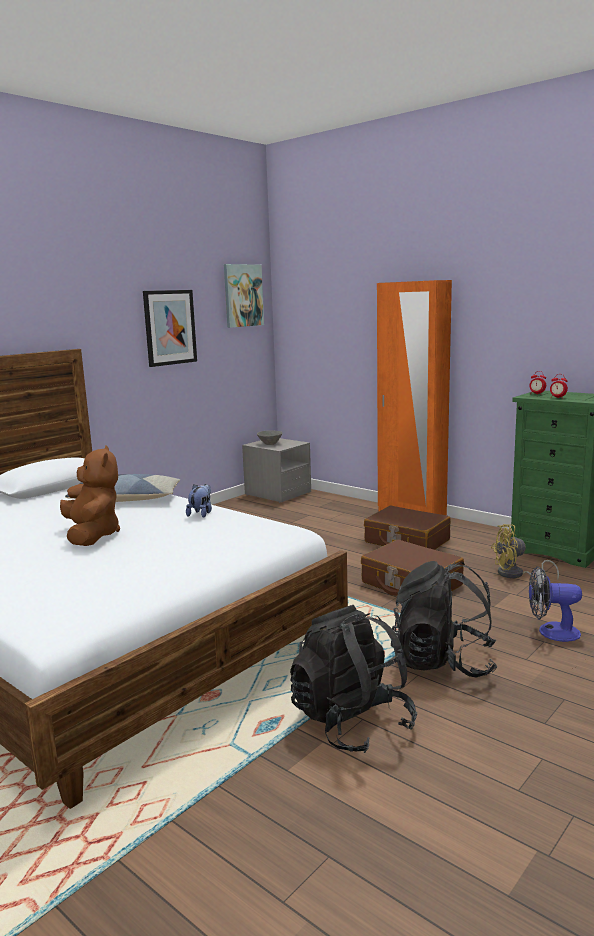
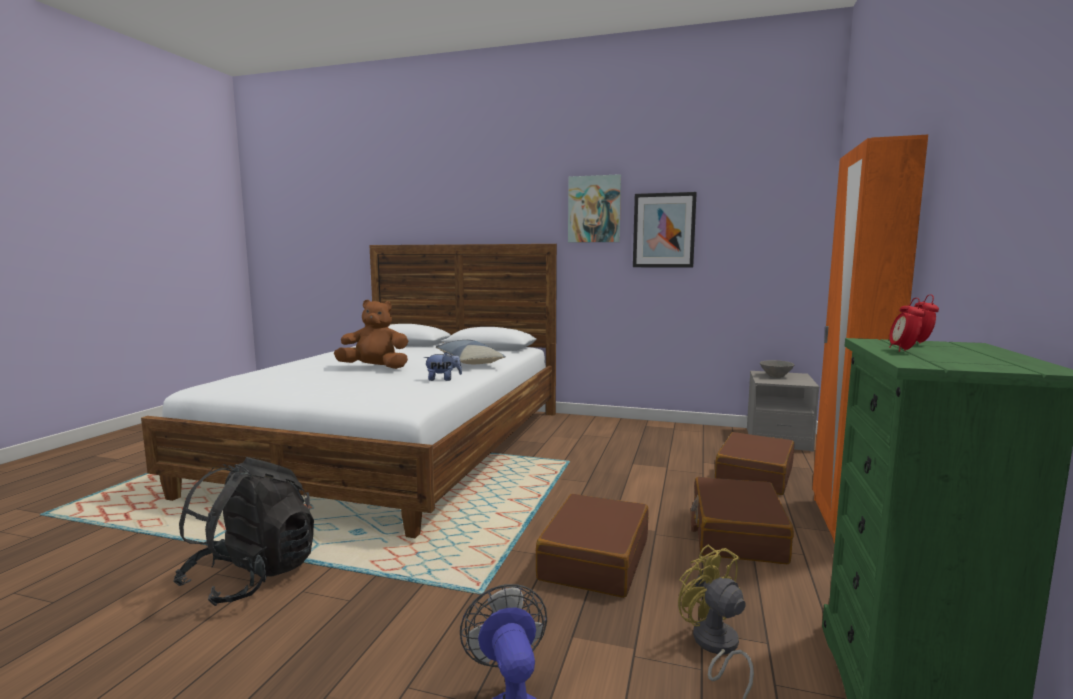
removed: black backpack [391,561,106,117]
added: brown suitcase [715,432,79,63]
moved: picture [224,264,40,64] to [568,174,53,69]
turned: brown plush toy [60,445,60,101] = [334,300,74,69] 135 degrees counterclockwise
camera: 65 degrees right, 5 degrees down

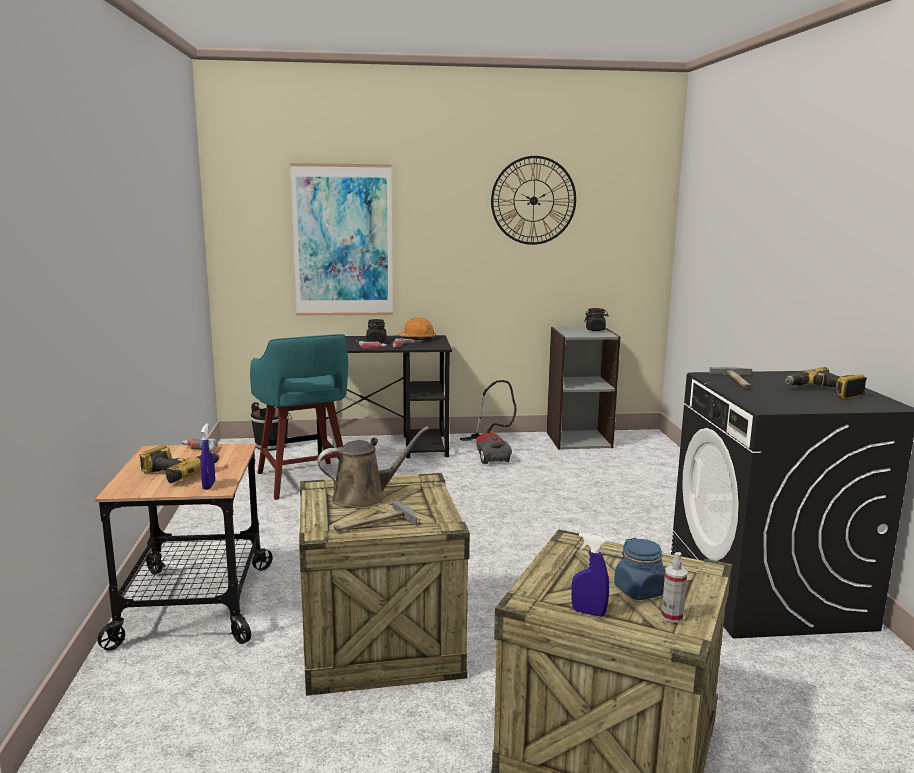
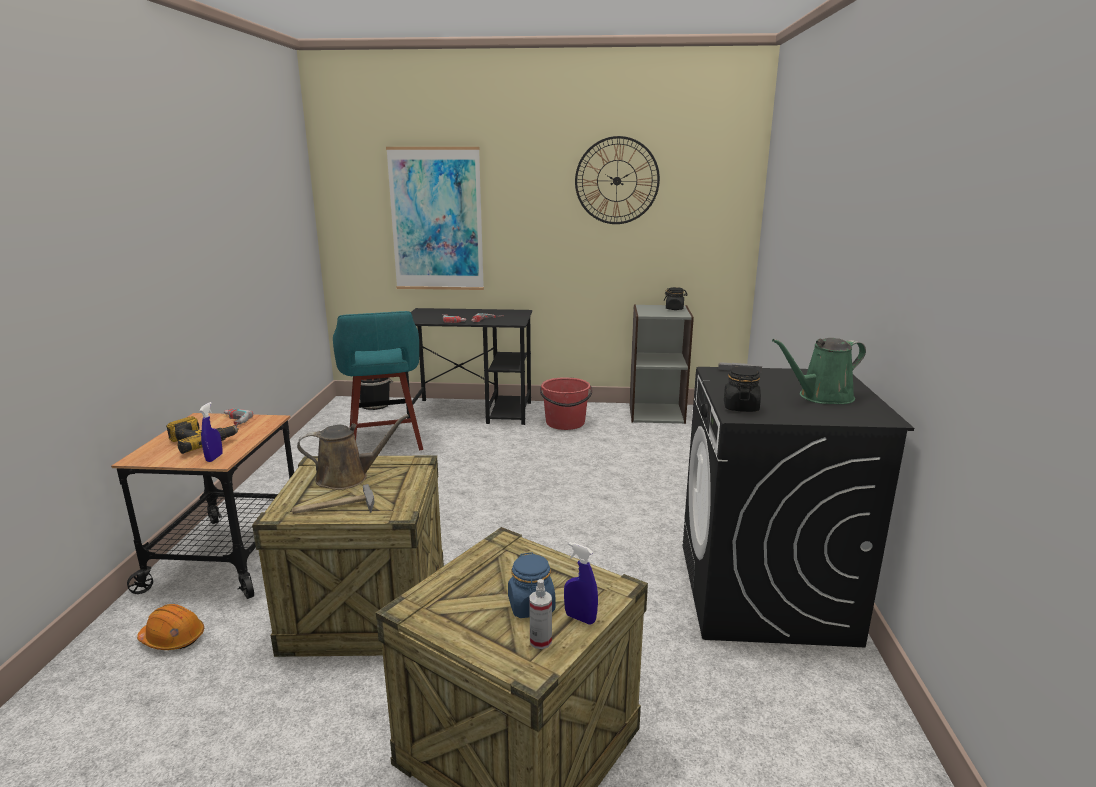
moved: orange hard hat [398,317,38,23] to [137,604,67,46]; black jar [366,319,20,24] to [724,367,37,45]; blue spray bottle [571,533,38,84] to [564,542,34,82]
replaced: power drill [785,367,82,33] to green watering can [772,338,94,66]; vacuum cleaner [460,380,56,84] to red bucket [540,377,52,53]
camera: 10 degrees right, 5 degrees up

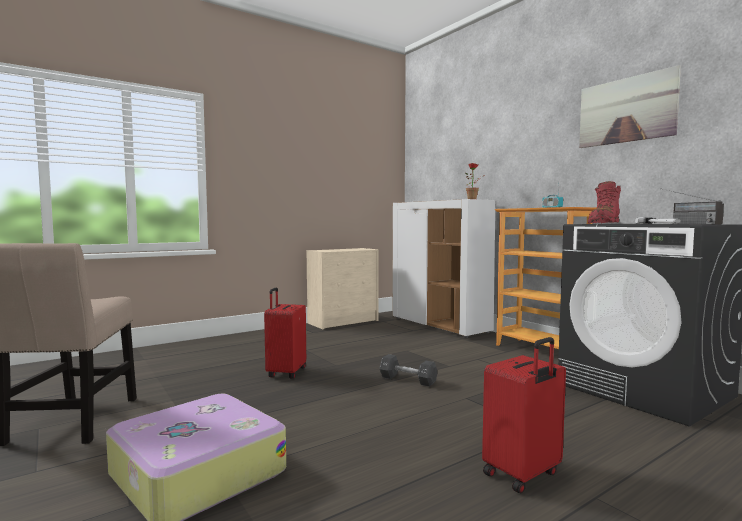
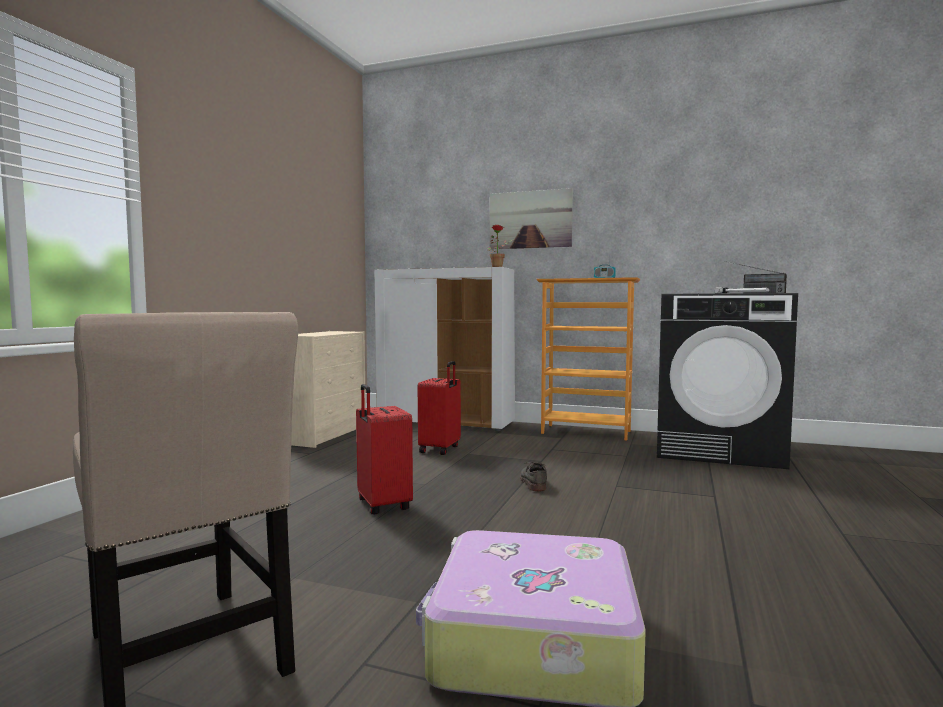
removed: red boot [588,181,33,42]
moved: picture [579,65,102,83] to [490,188,83,61]; red suitcase [482,337,84,156] to [418,361,43,94]
replaced: black dumbbell [379,354,59,33] to grey shoe [520,462,27,29]
camera: 35 degrees left, 0 degrees up

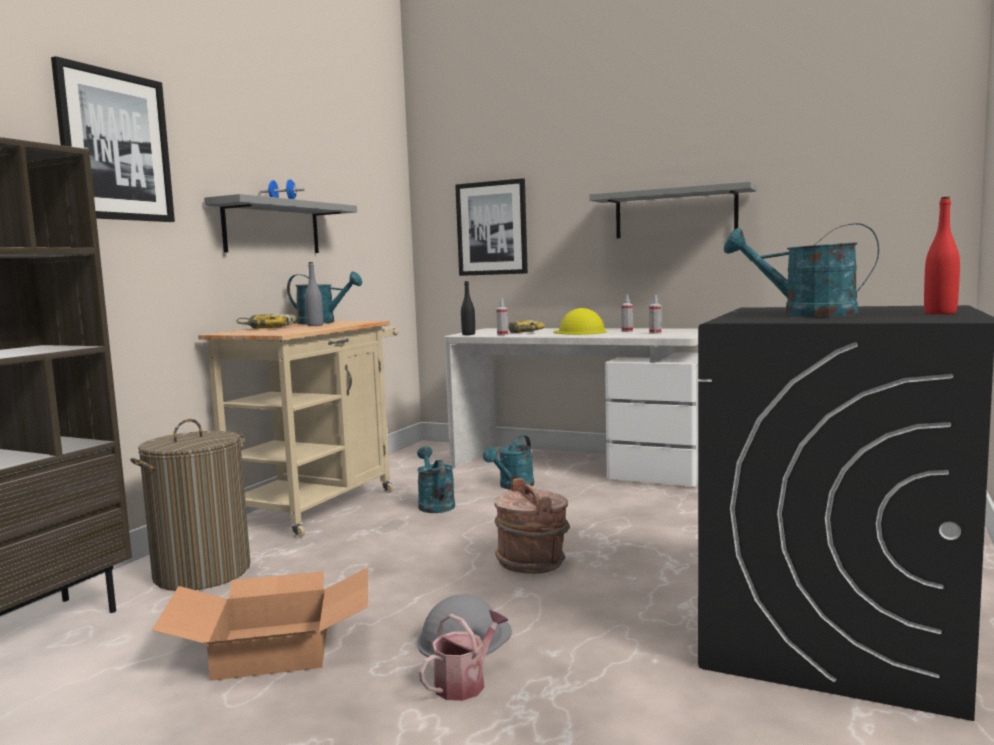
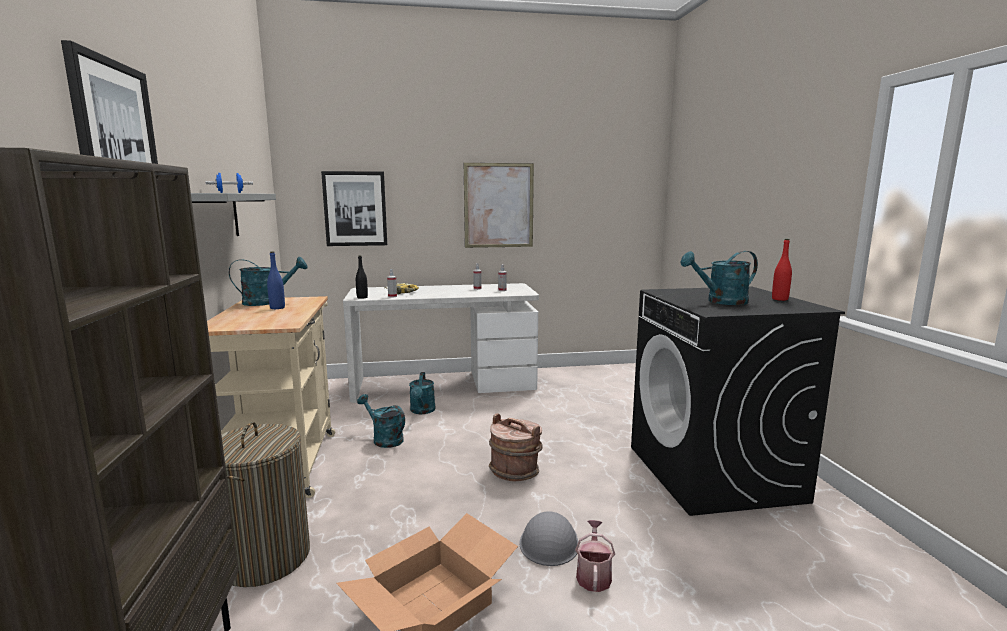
removed: yellow hard hat [553,308,54,27]; power drill [237,313,62,16]
replaced: grey shelf [589,181,167,57] to picture [464,163,70,85]
recoloured: grey bottle [305,262,18,64] to blue bottle [267,251,18,58]
camera: 35 degrees left, 5 degrees up

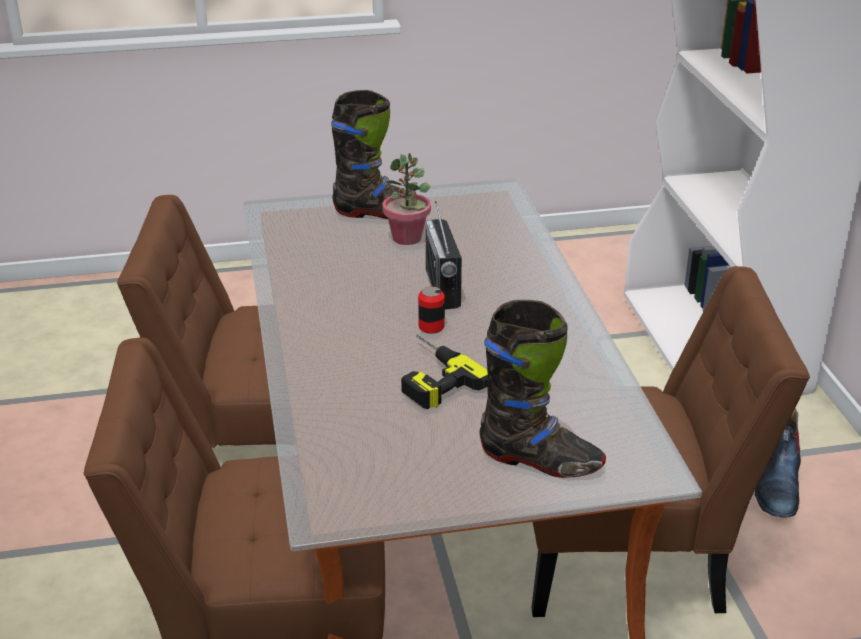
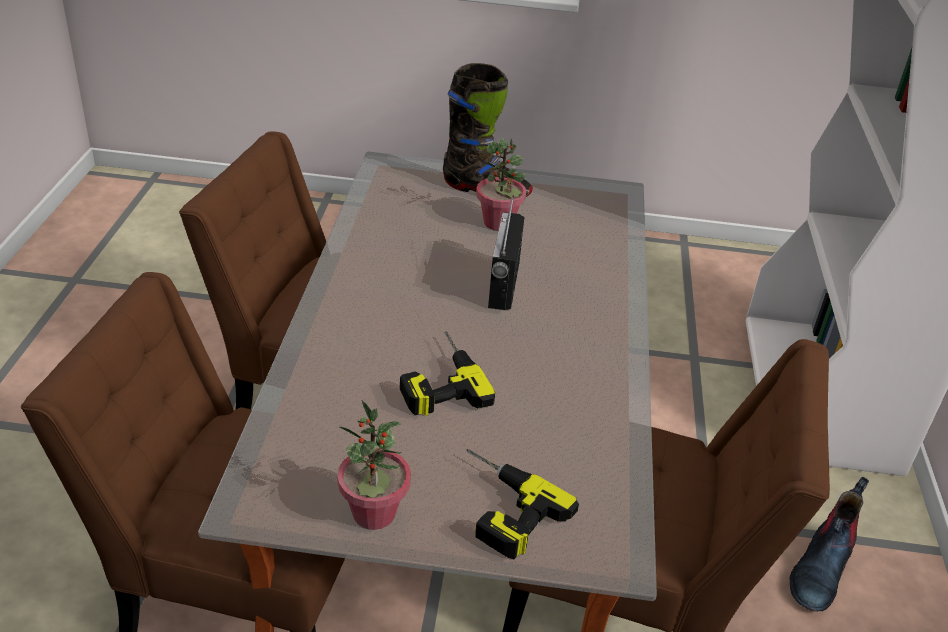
removed: can [418,287,27,46]
added: potted plant [337,400,74,130]
replaced: black boot [479,300,127,178] to power drill [466,449,113,110]
camera: 15 degrees right, 5 degrees up

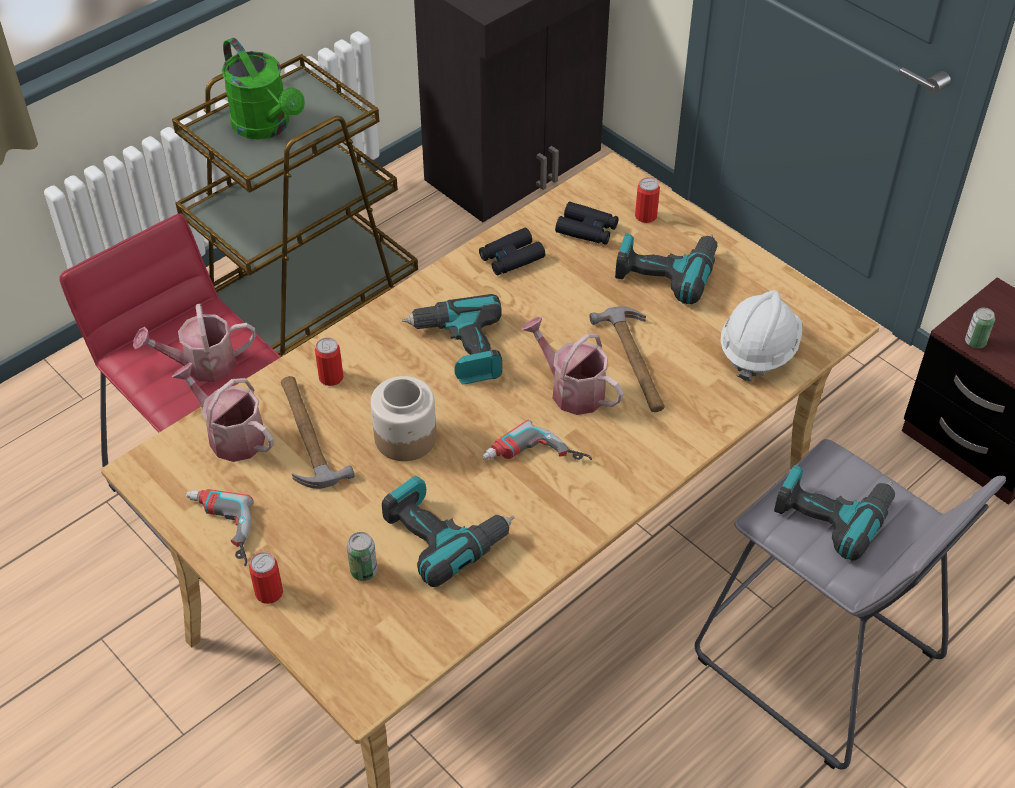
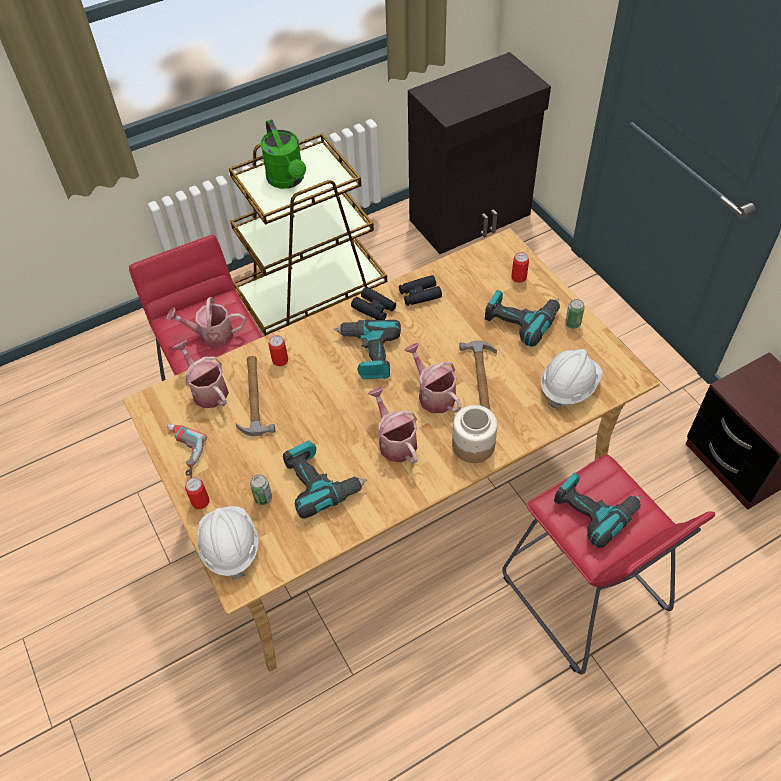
added: white hard hat [197,506,62,74]
moved: black binoculars [555,202,64,43] to [351,287,45,33]; can [965,308,30,40] to [565,299,20,30]; jar [371,376,65,85] to [452,405,46,58]
replaced: power drill [482,420,110,40] to watering can [368,387,49,77]
recoloured: grey stool [695,439,311,331] to red stool [502,454,213,221]
camera: 15 degrees right, 5 degrees up

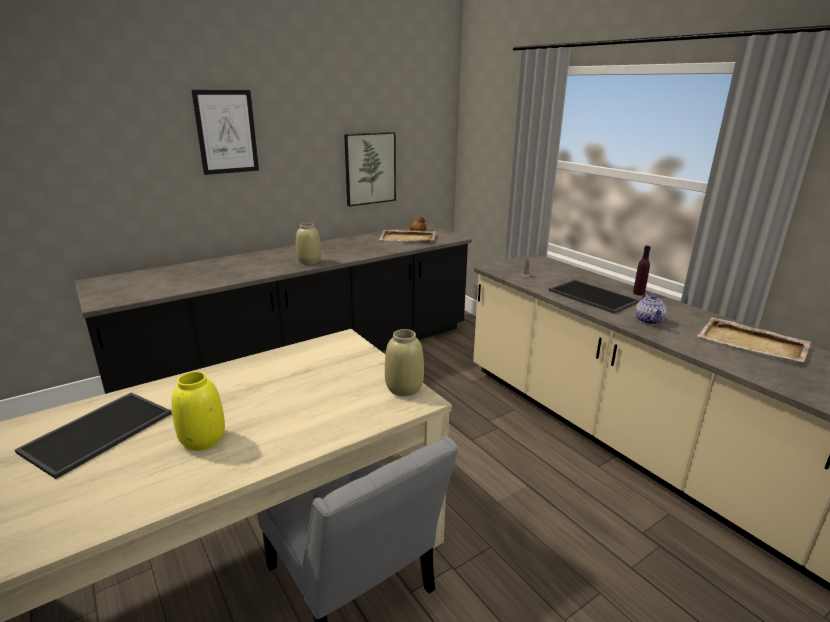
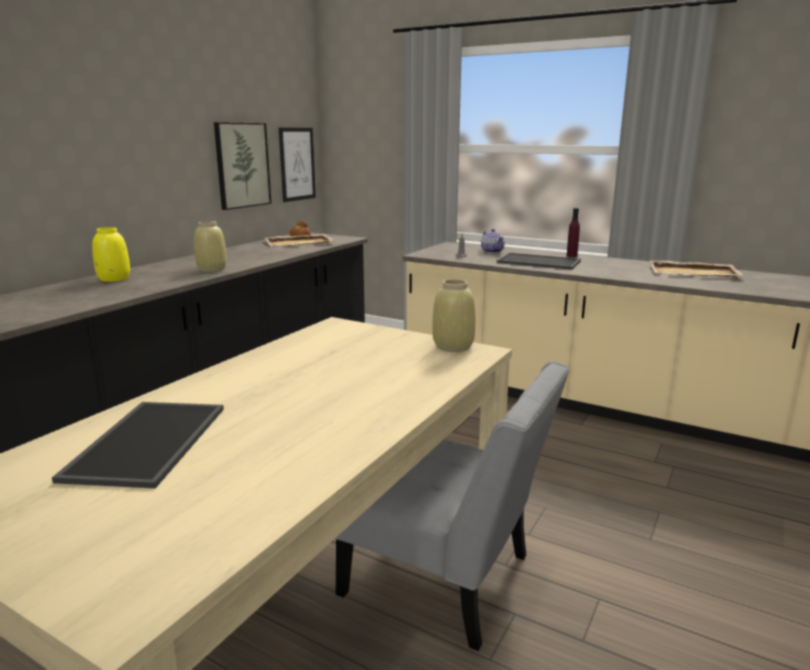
moved: picture [191,90,68,85] to [279,128,37,74]; teapot [635,294,32,31] to [481,229,24,24]; yellow vase [172,371,53,80] to [92,227,38,55]
camera: 25 degrees left, 5 degrees down

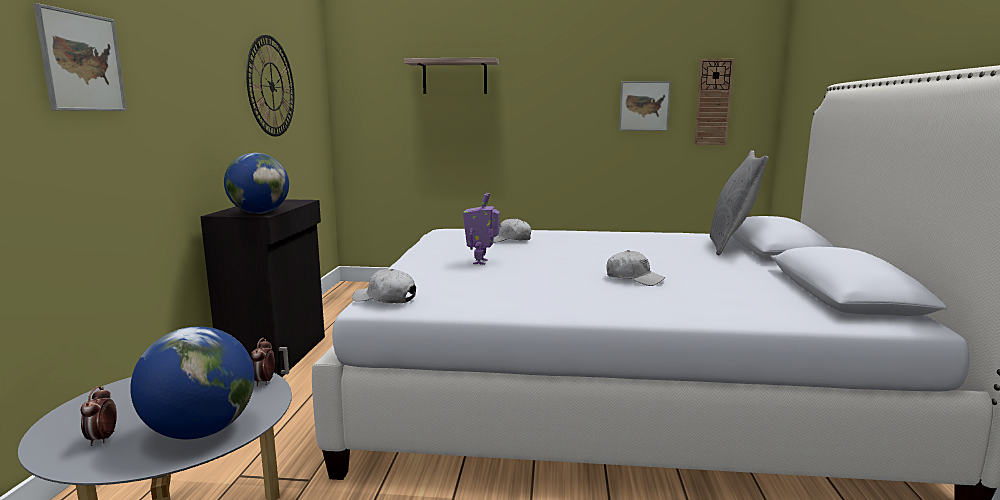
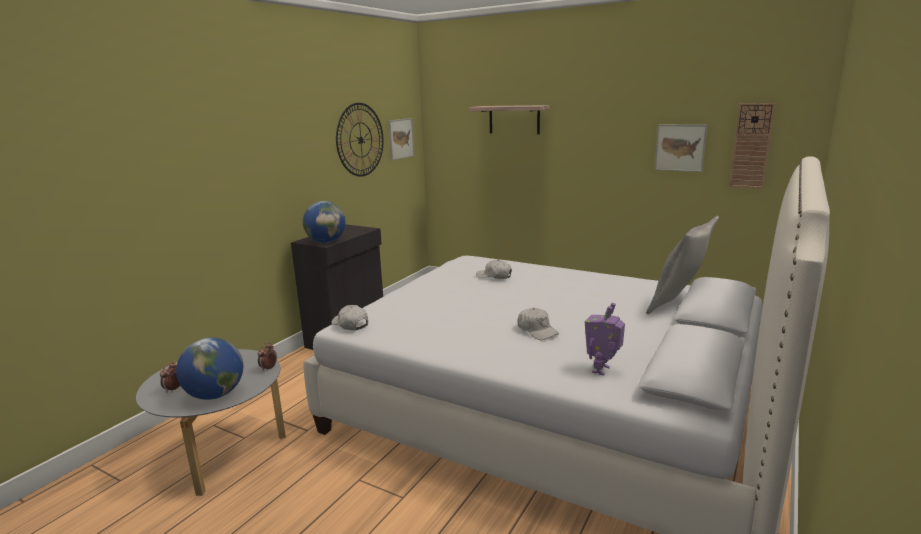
moved: picture [34,3,93,108] to [388,118,26,43]; toy robot [463,193,37,72] to [585,303,40,72]
camera: 25 degrees right, 5 degrees up

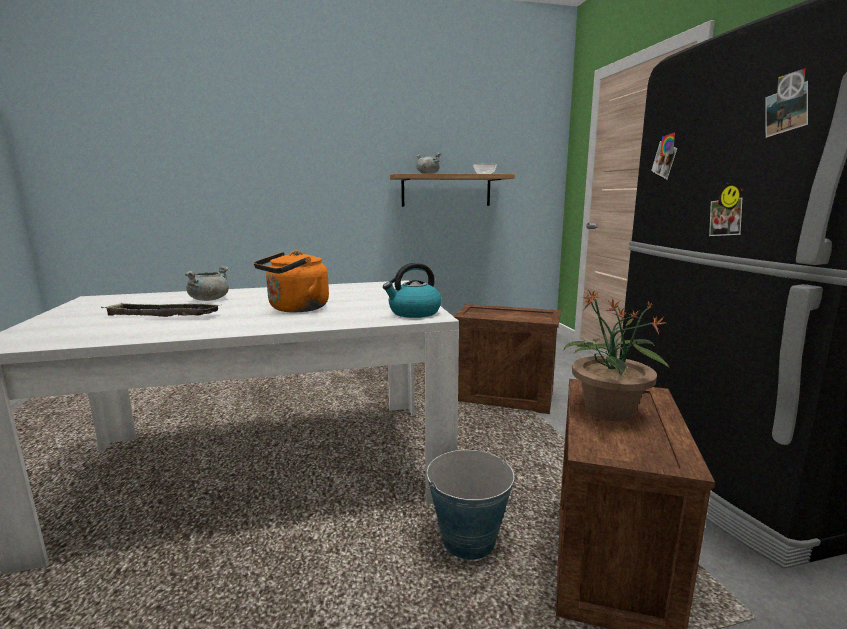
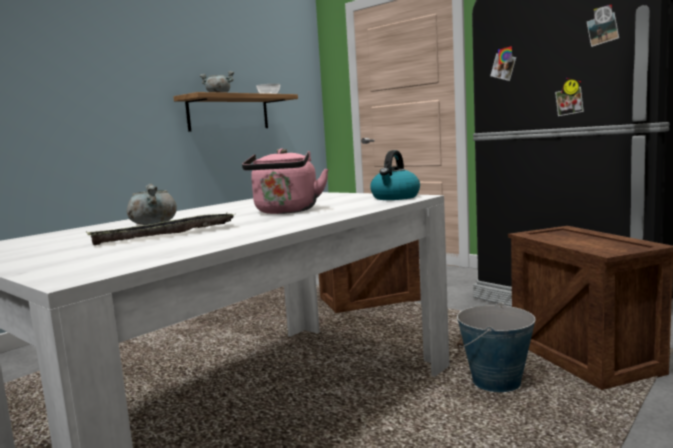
removed: potted plant [564,291,106,130]
recoloured: orange kettle [254,250,75,62] to pink kettle [242,148,87,66]
camera: 35 degrees left, 5 degrees down

